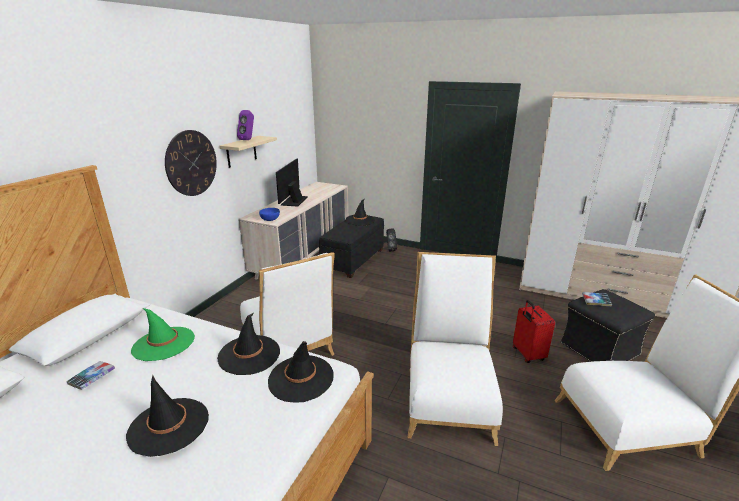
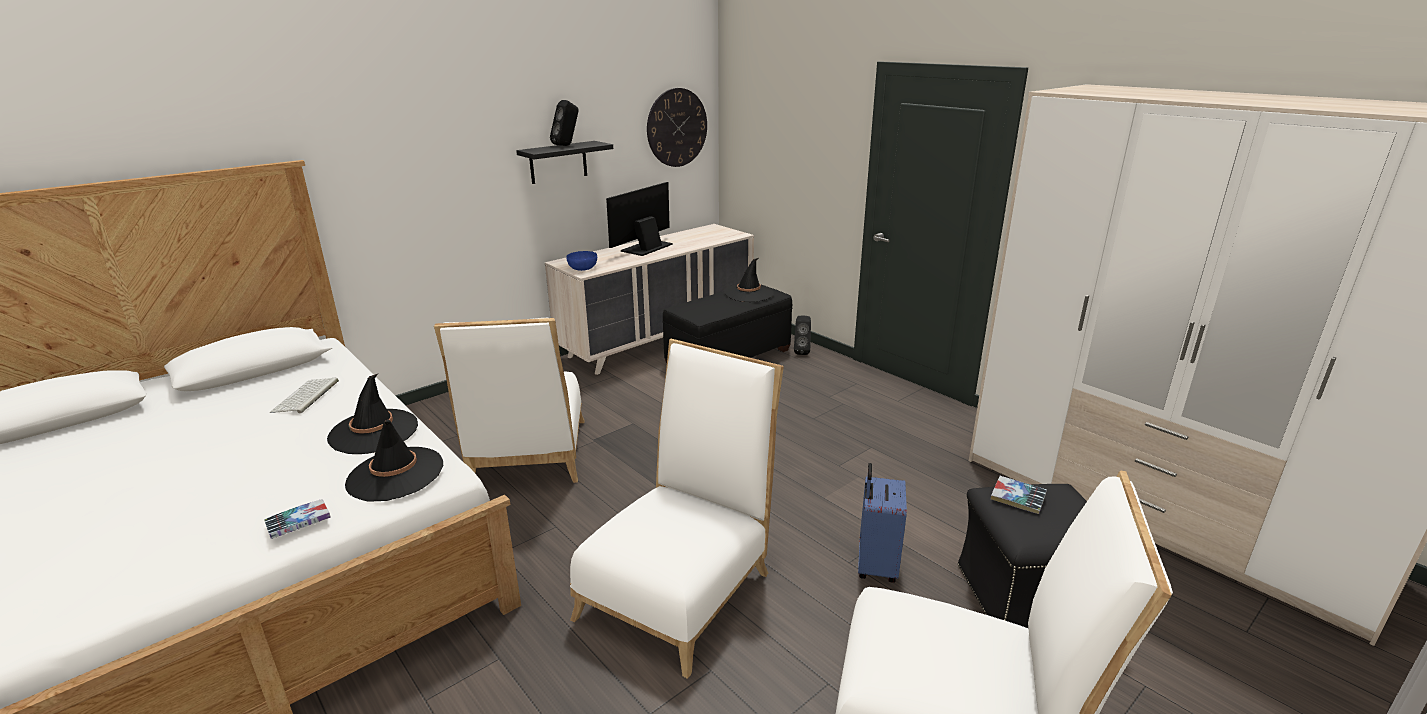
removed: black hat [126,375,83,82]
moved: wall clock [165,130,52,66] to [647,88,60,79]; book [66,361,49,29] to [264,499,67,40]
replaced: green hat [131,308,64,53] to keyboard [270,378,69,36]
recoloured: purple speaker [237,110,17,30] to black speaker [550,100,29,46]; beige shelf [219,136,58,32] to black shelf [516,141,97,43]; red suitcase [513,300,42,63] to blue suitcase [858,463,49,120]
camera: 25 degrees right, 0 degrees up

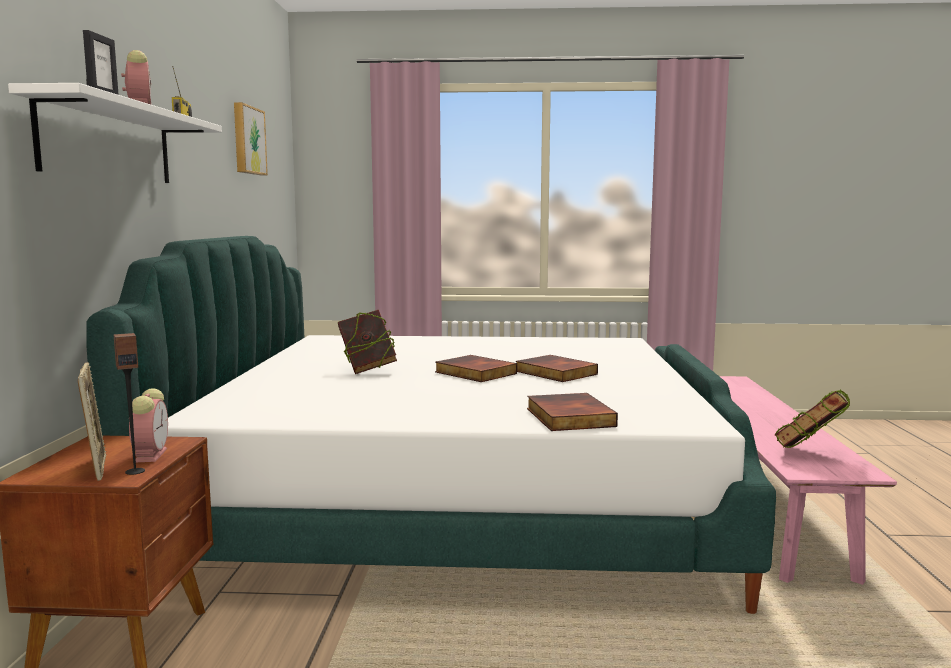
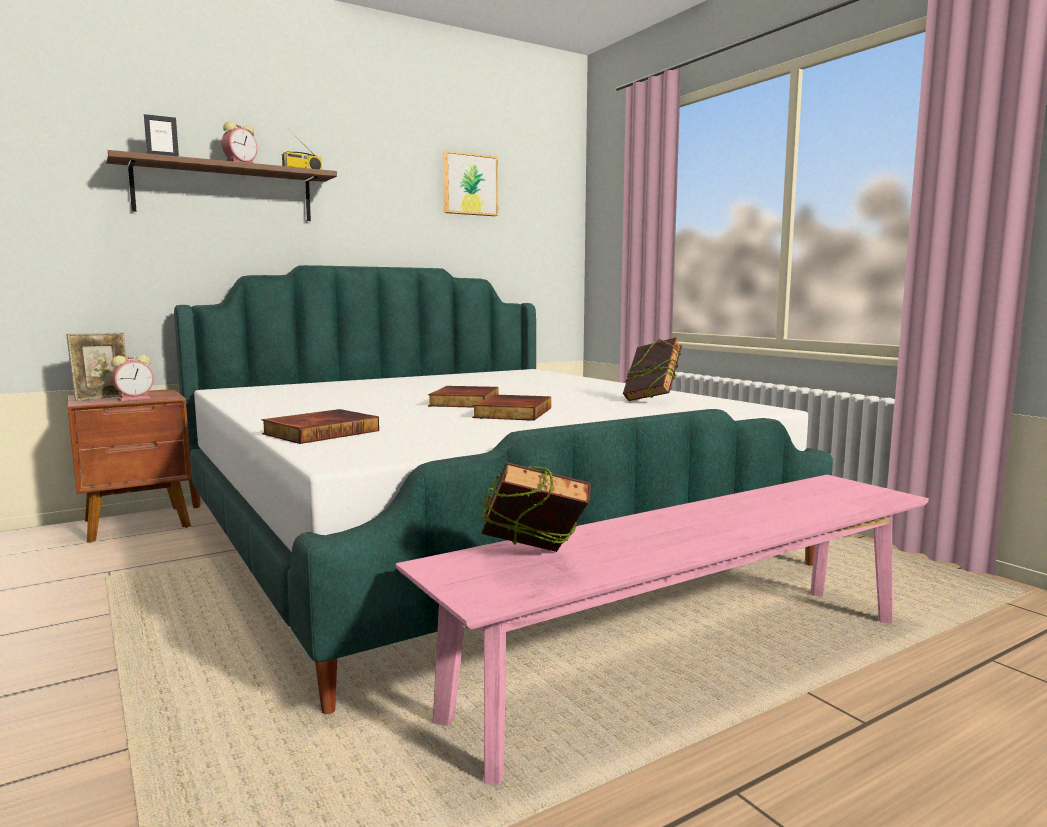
removed: speaker [114,333,31,142]
moved: book [338,310,59,64] to [623,337,59,64]
recoloured: white shelf [8,83,214,100] to brown shelf [106,150,231,71]
camera: 55 degrees right, 0 degrees up

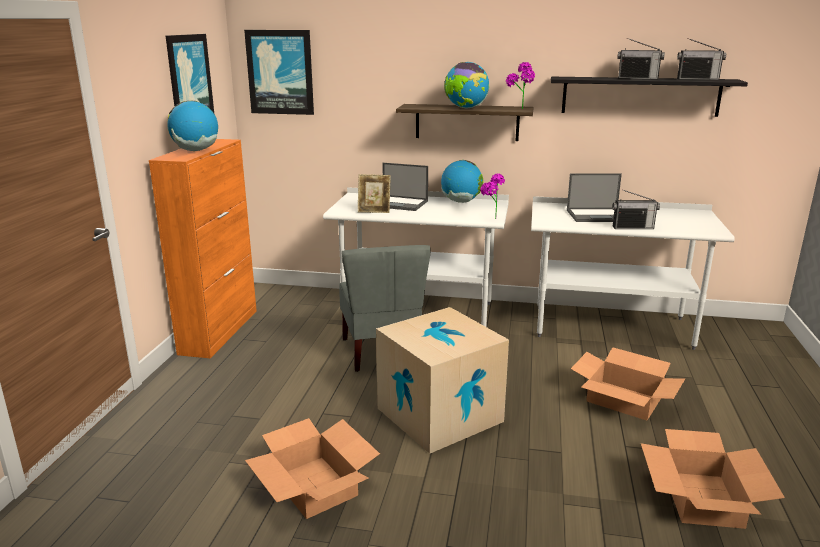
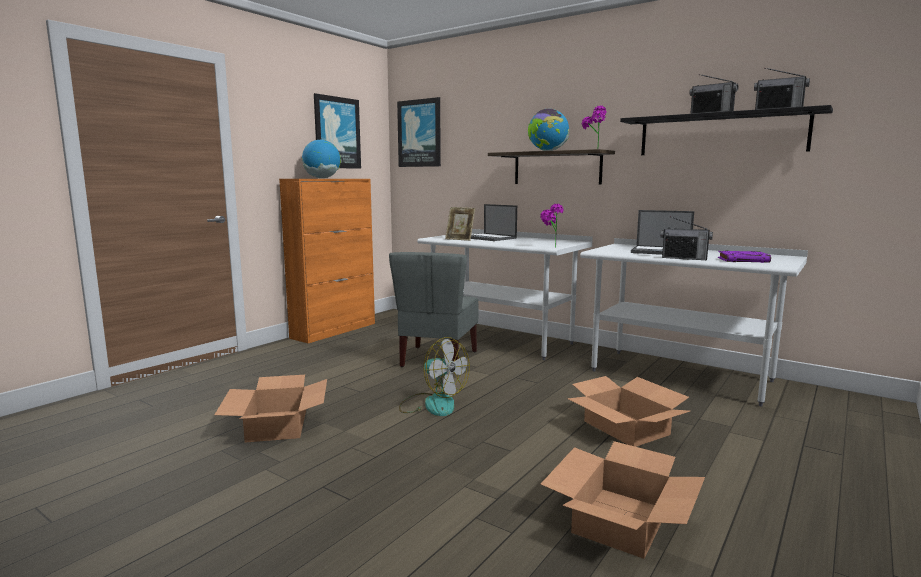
removed: globe [441,160,43,43]
added: purple book [718,251,53,12]
replaced: cardboard box [376,307,133,147] to fan [399,337,71,79]
camera: 25 degrees right, 10 degrees down

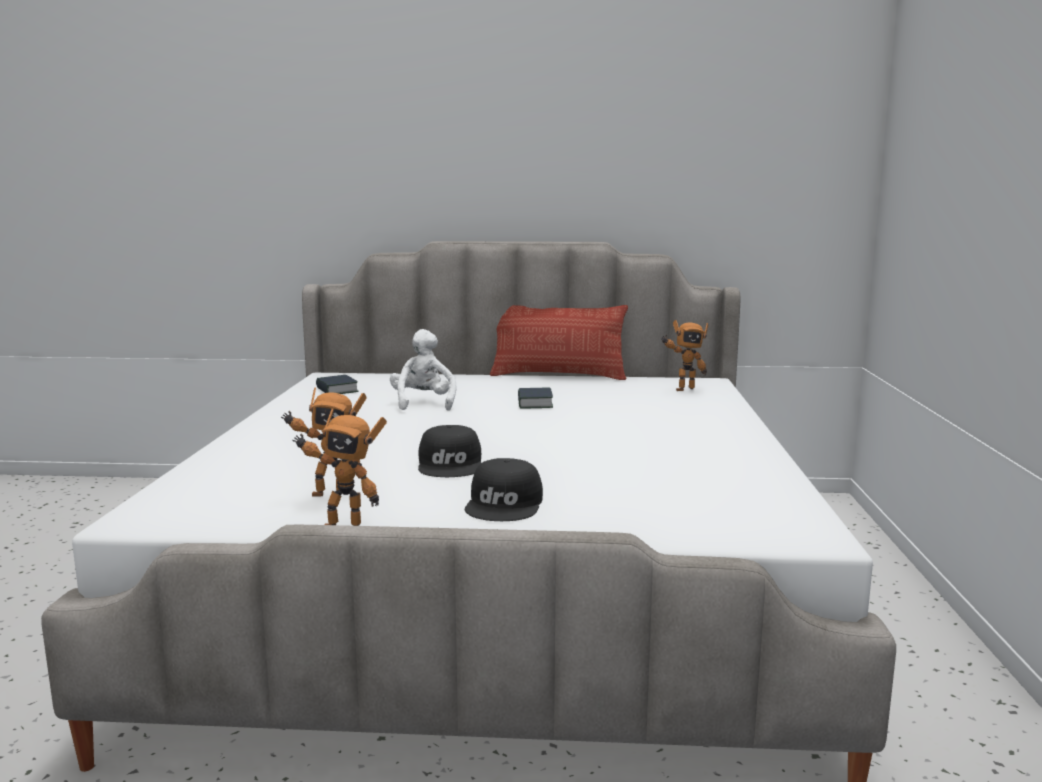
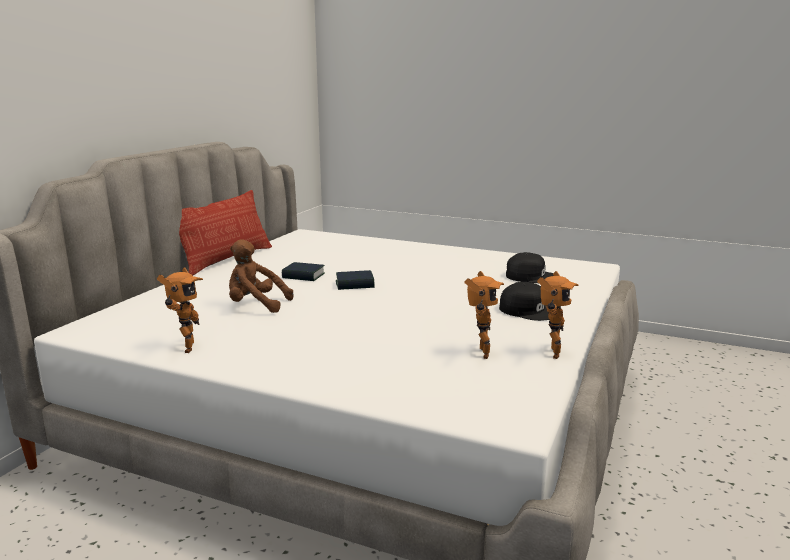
moved: toy robot [661,320,47,71] to [157,267,46,86]; book [316,375,43,19] to [336,270,38,20]; black cap [418,425,63,52] to [506,252,47,31]
recoloured: white plush toy [390,329,66,82] to brown plush toy [229,239,65,74]
camera: 70 degrees left, 5 degrees up

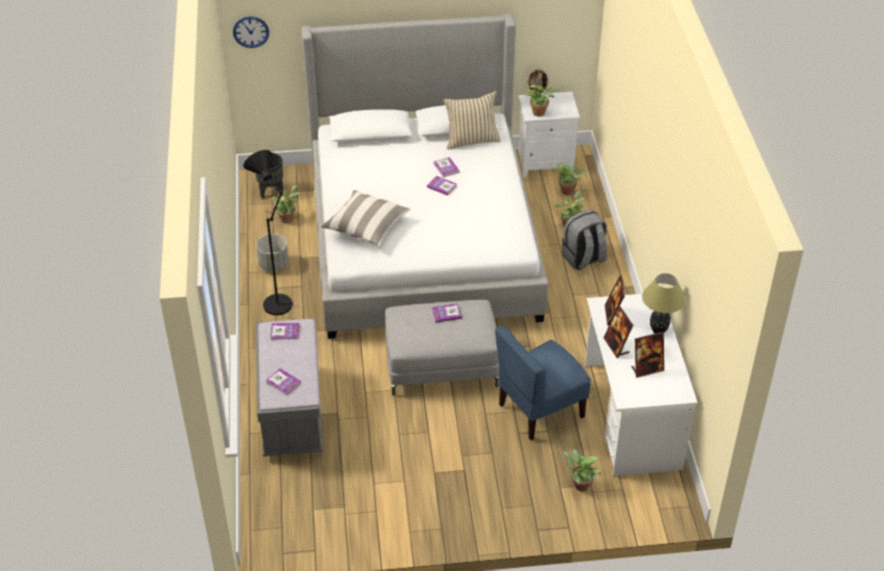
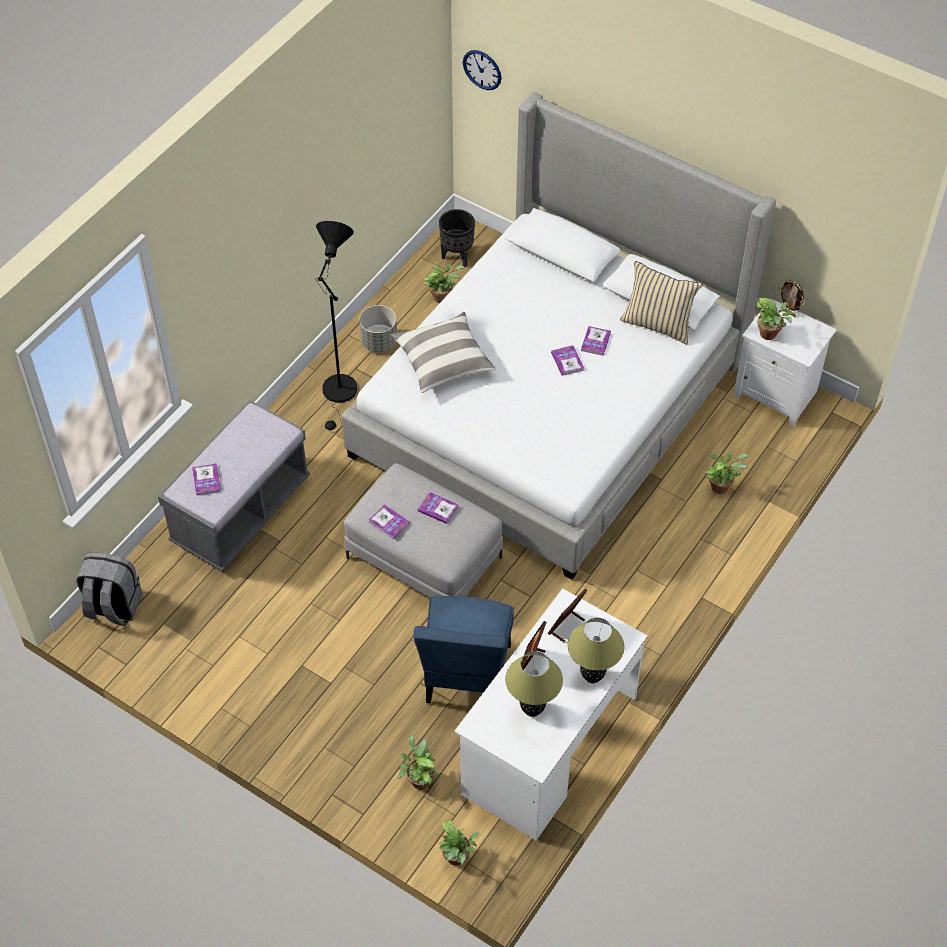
moved: potted plant [555,163,30,32] to [439,820,41,45]; grey backpack [562,210,45,60] to [76,552,66,74]; book [270,323,29,17] to [369,504,41,35]
replaced: picture frame [631,332,33,46] to table lamp [505,651,58,66]
turned: blue chair [495,325,96,115] = [414,596,100,108] 90 degrees counterclockwise
camera: 40 degrees right, 10 degrees up

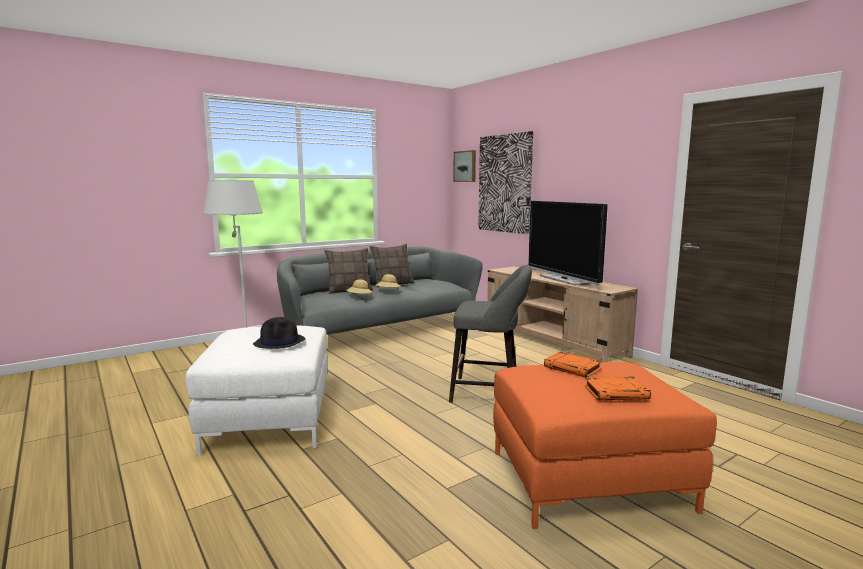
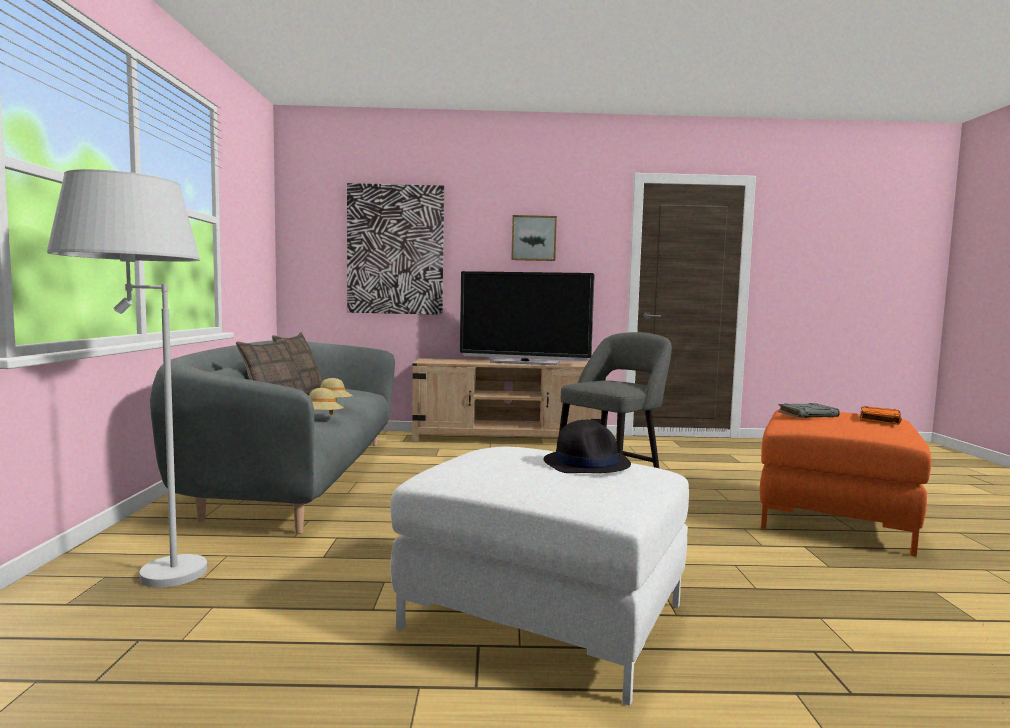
moved: picture [453,150,23,32] to [511,215,46,46]
recoloured: orange book [544,352,58,26] to grey book [778,403,62,15]
camera: 55 degrees left, 5 degrees down

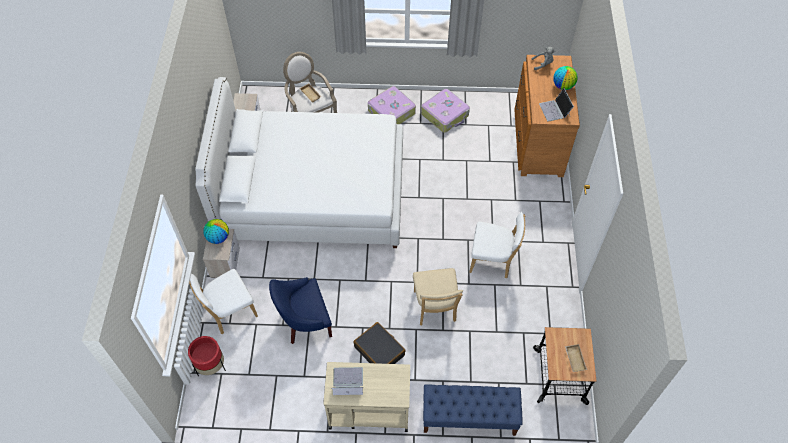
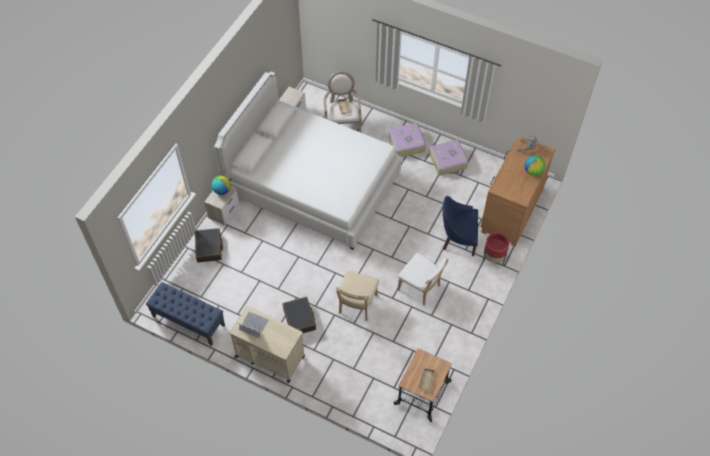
removed: laptop [539,88,35,34]
moved: blue armchair [269,277,63,67] to [443,196,35,60]; red planter [188,336,38,40] to [483,233,26,32]; blue bench [423,384,100,52] to [146,282,79,64]
replaced: white chair [189,269,69,66] to black suitcase [195,228,28,34]
camera: 25 degrees right, 0 degrees up

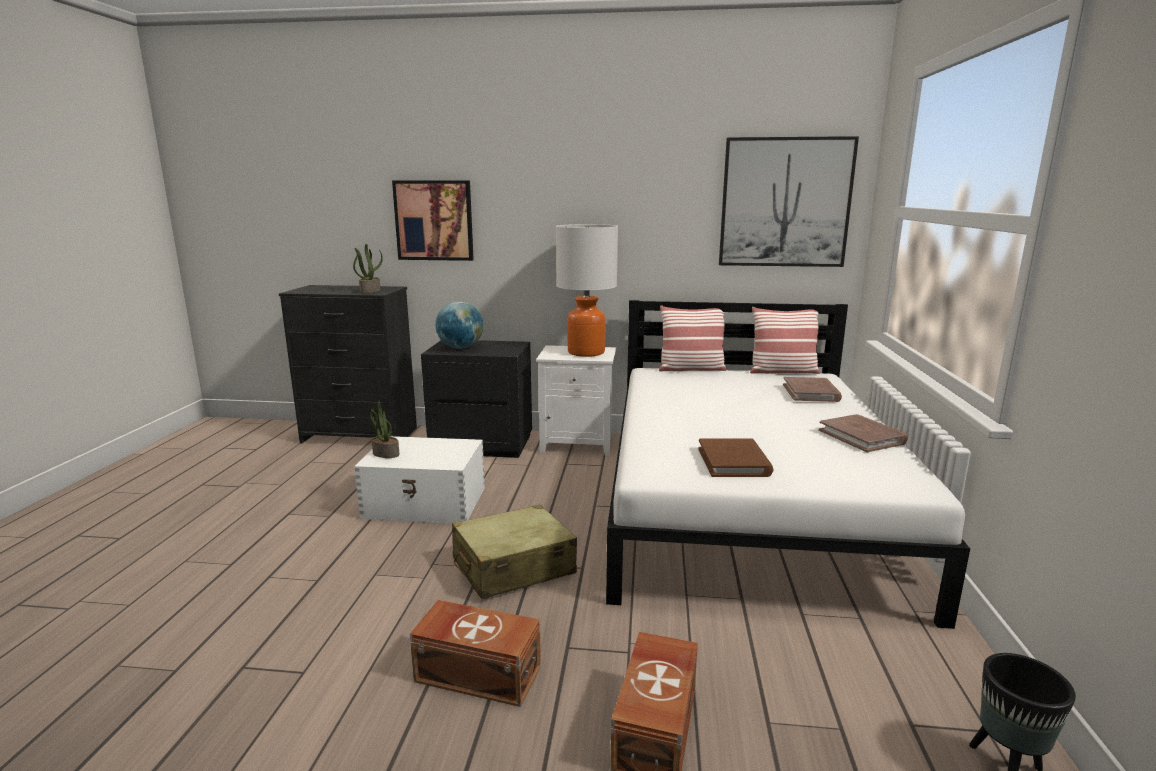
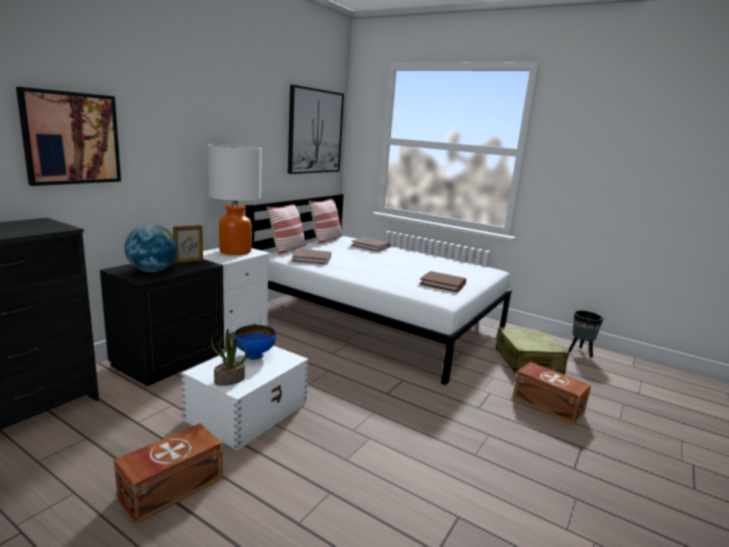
removed: potted plant [353,244,30,49]
added: picture frame [173,225,30,39]; blue bowl [234,325,42,35]
moved: brown book [819,414,89,38] to [292,249,39,16]; beige suitcase [452,504,125,95] to [496,328,73,47]; brown storage box [410,600,131,107] to [114,423,109,101]
camera: 65 degrees left, 0 degrees up

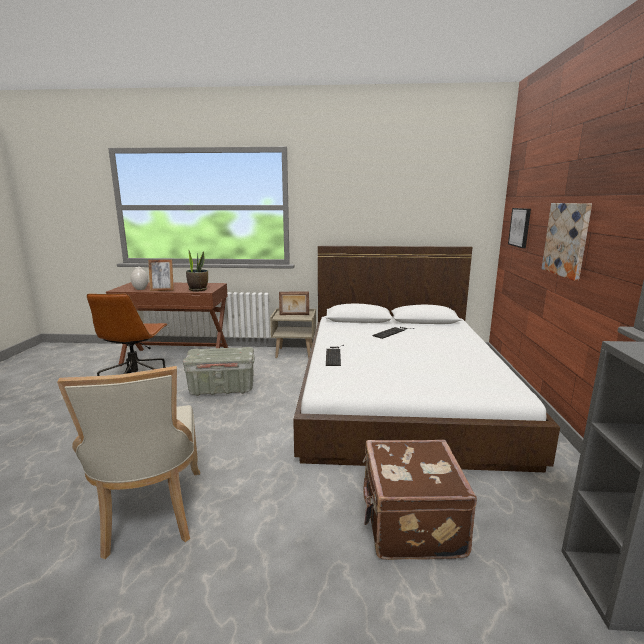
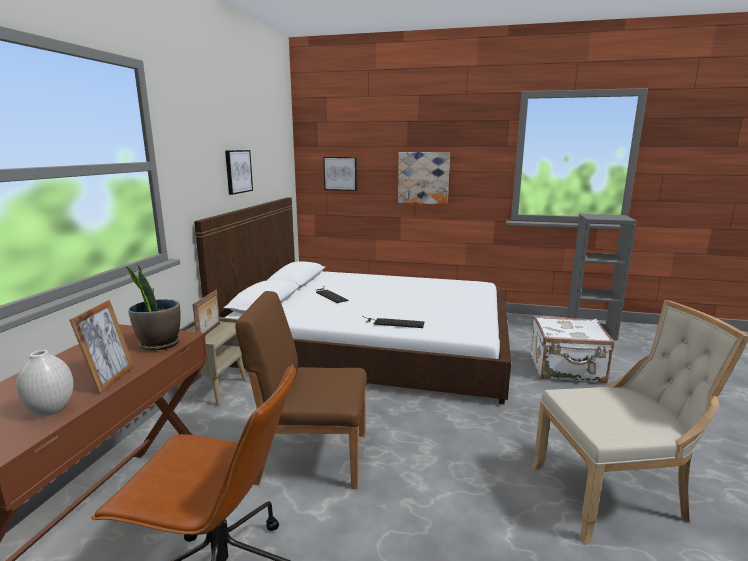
added: picture [225,150,28,45]
replaced: grey storage box [183,347,72,49] to brown chair [235,291,132,198]
recoloured: brown suitcase [363,440,114,120] to white suitcase [531,316,84,67]
camera: 80 degrees left, 0 degrees up

